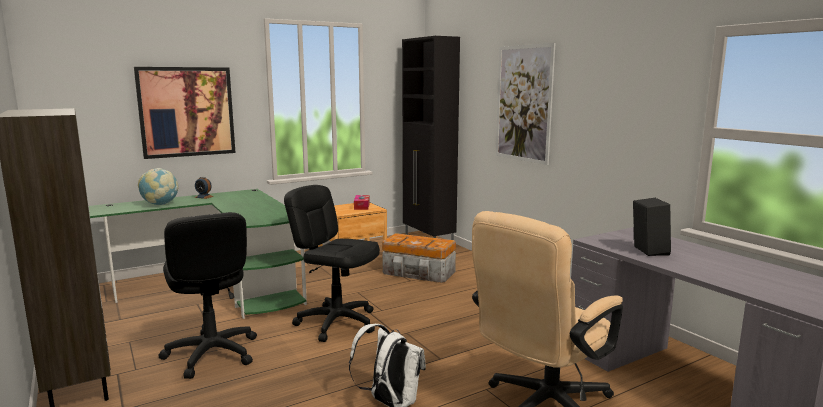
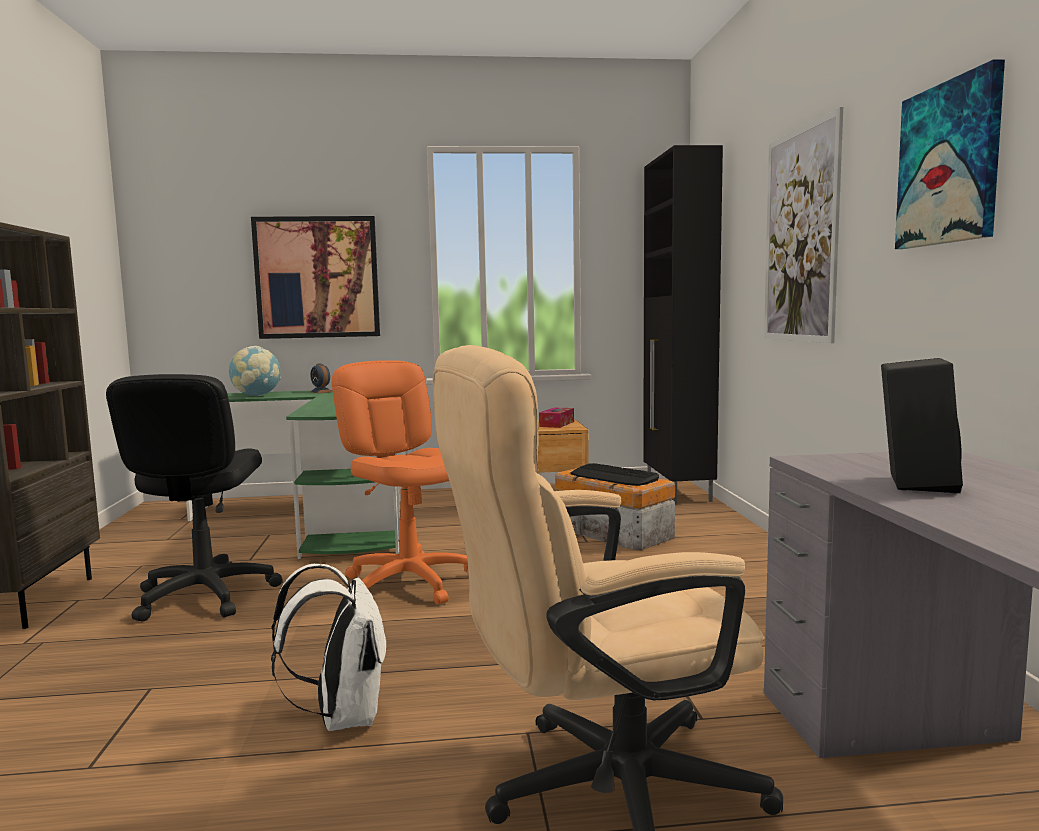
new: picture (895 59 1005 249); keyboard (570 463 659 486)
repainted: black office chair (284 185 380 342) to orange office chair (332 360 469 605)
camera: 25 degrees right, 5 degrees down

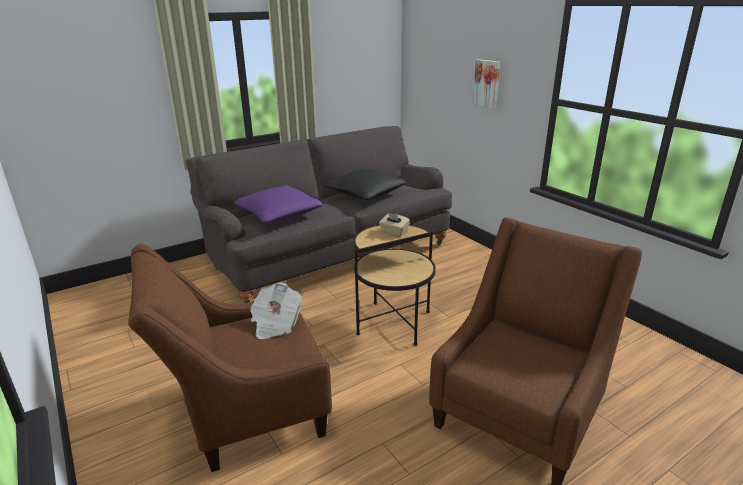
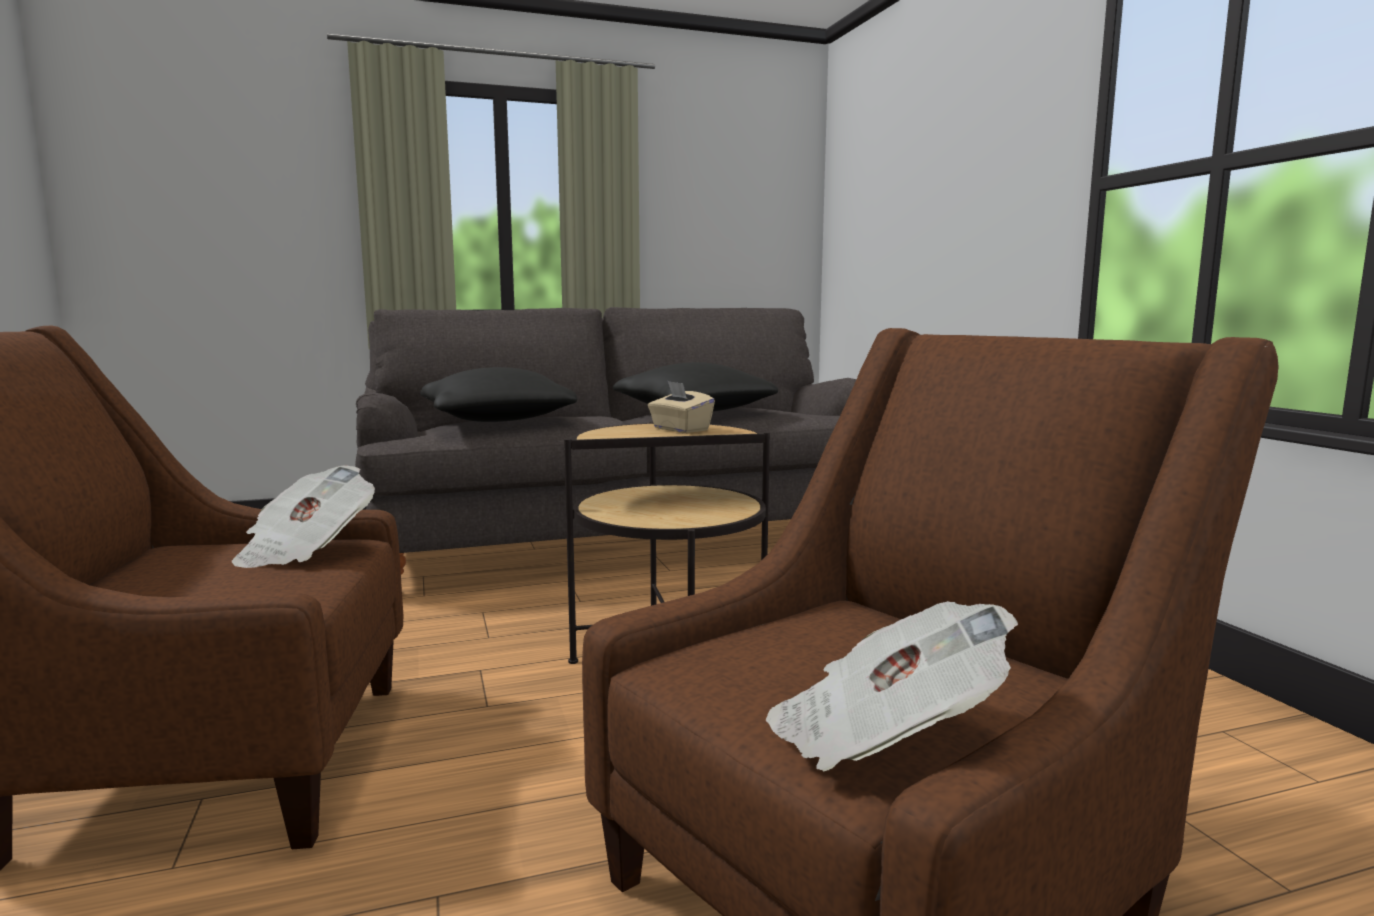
gone: picture (473 59 500 108)
new: newspaper (766 601 1018 771)
repainted: purple pillow (234 186 323 223) to black pillow (420 367 577 422)
camera: 15 degrees right, 15 degrees down

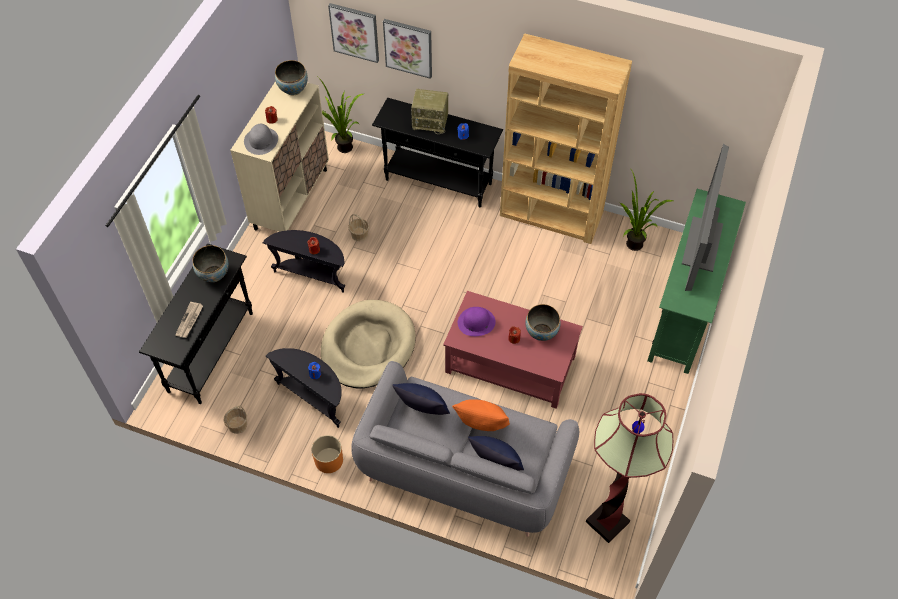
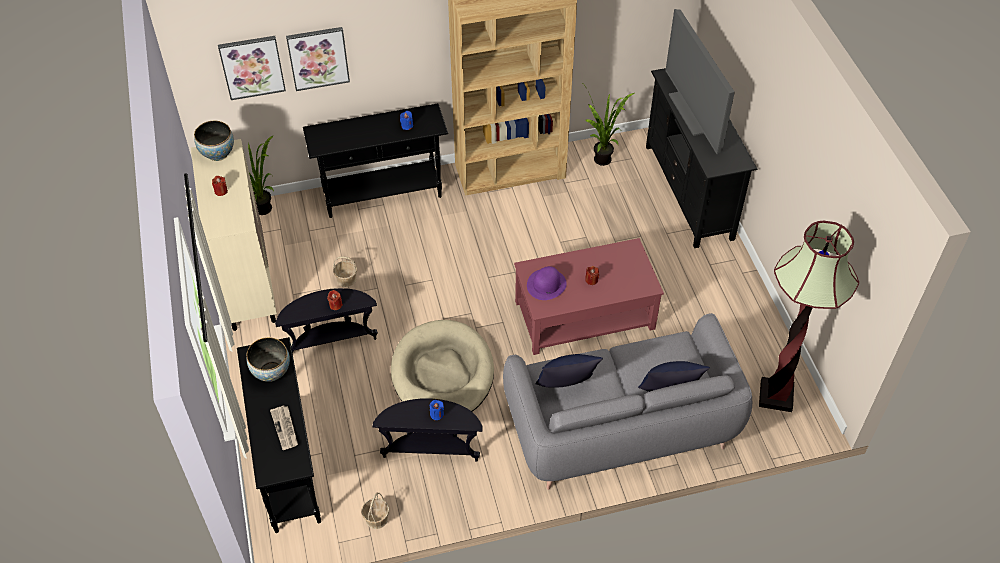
gone: radio (411 89 448 134); grey hat (244 124 278 155); bowl (525 304 561 341); orange pillow (452 399 510 431); orange planter (312 435 343 473)
repainted: green tv stand (647 189 746 374) to black tv stand (646 68 758 248)
camera: 35 degrees left, 5 degrees down

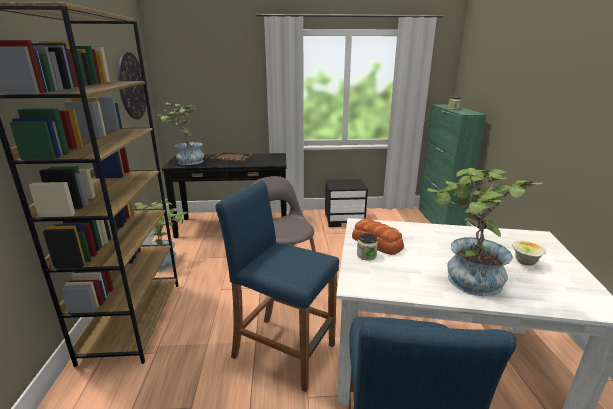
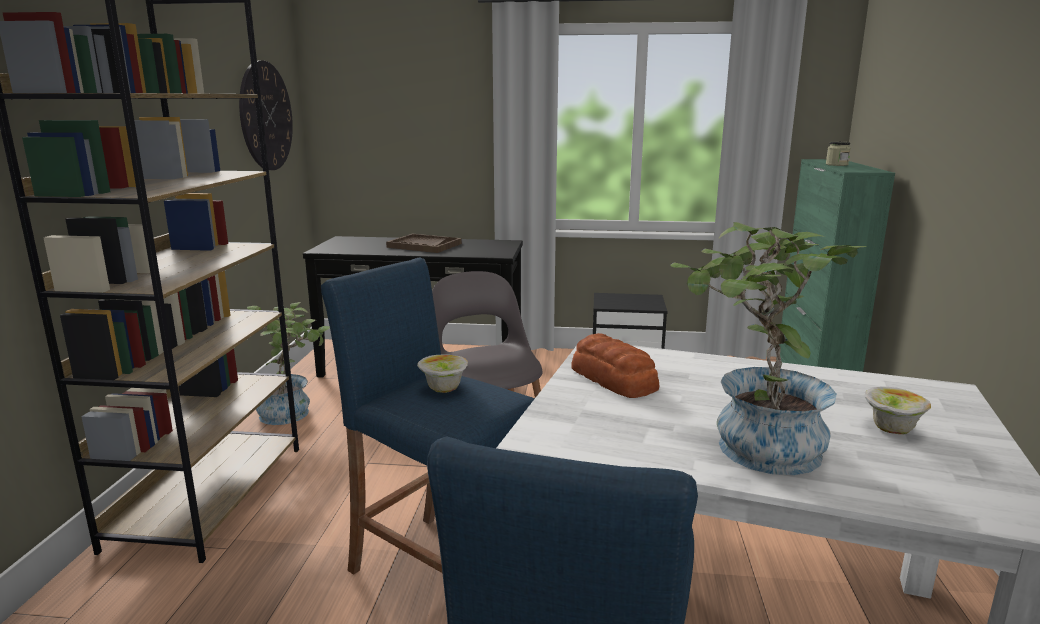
gone: potted plant (158 103 204 165); jar (357 233 378 261)
new: bowl (417 355 468 393)
camera: 10 degrees right, 5 degrees down

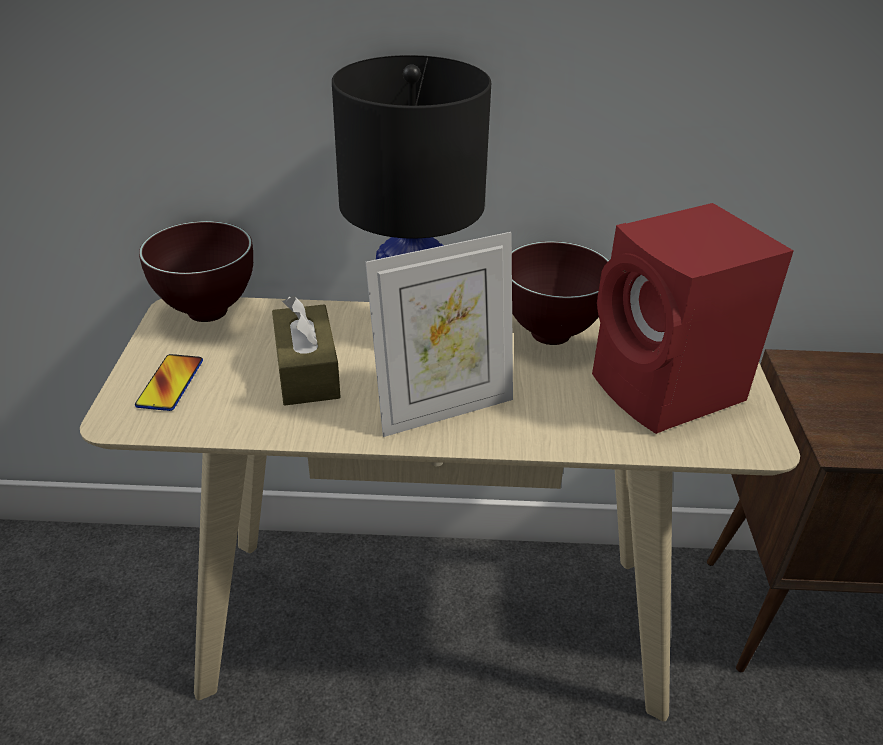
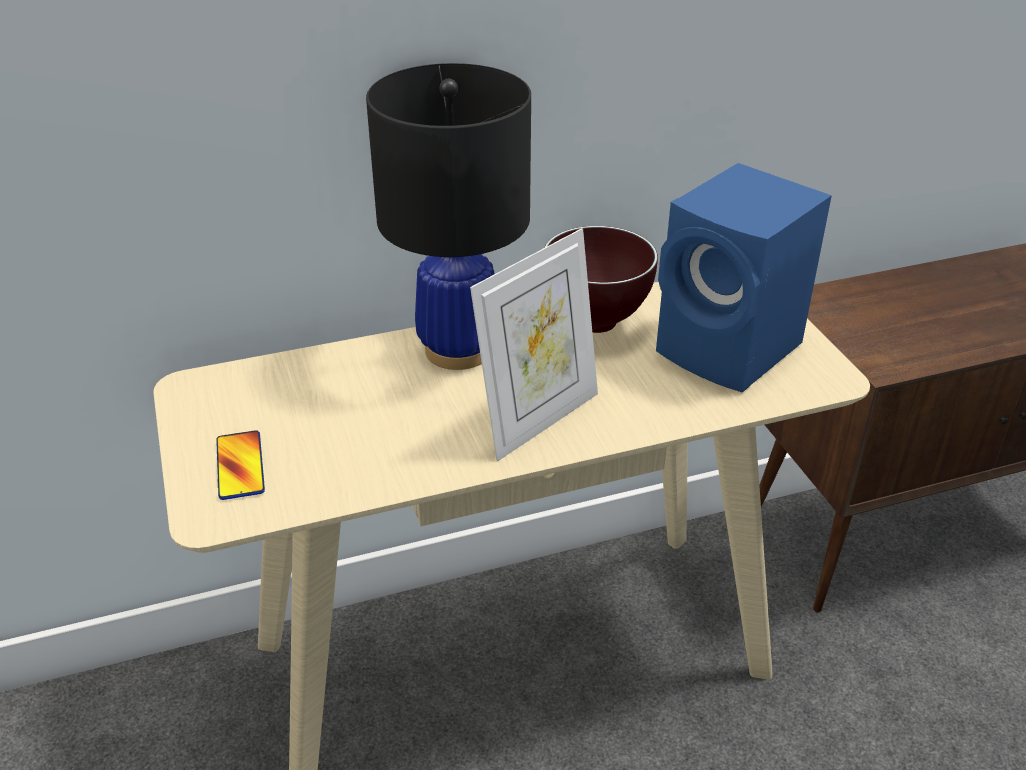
gone: brown bowl (139 221 253 322); brown tissue box (272 296 341 405)
repainted: red speaker (592 203 794 434) to blue speaker (656 163 832 393)
camera: 20 degrees left, 0 degrees up

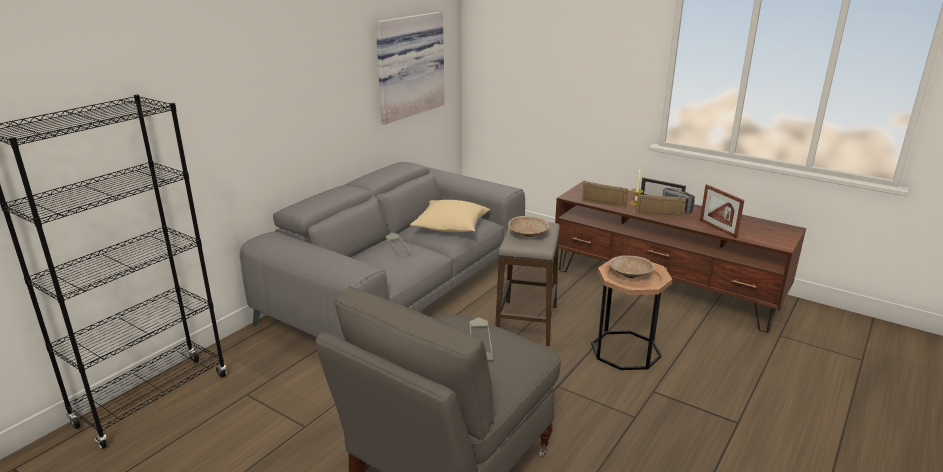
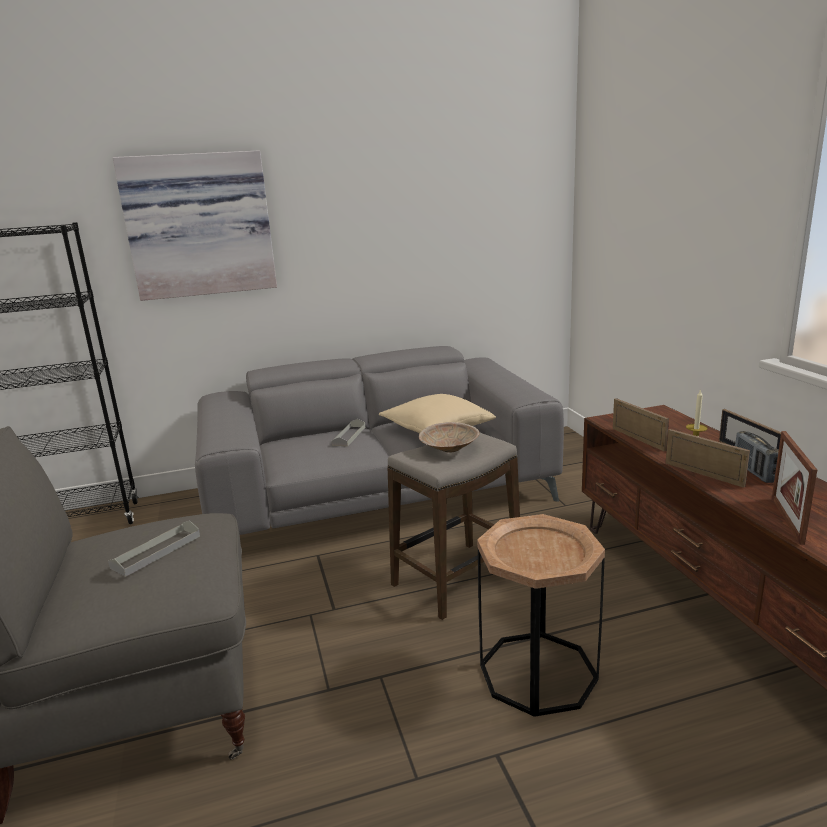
gone: beige bowl (609 255 655 278)
shifted: picture (376 12 445 124) to (113 150 277 301)
camera: 40 degrees right, 5 degrees down

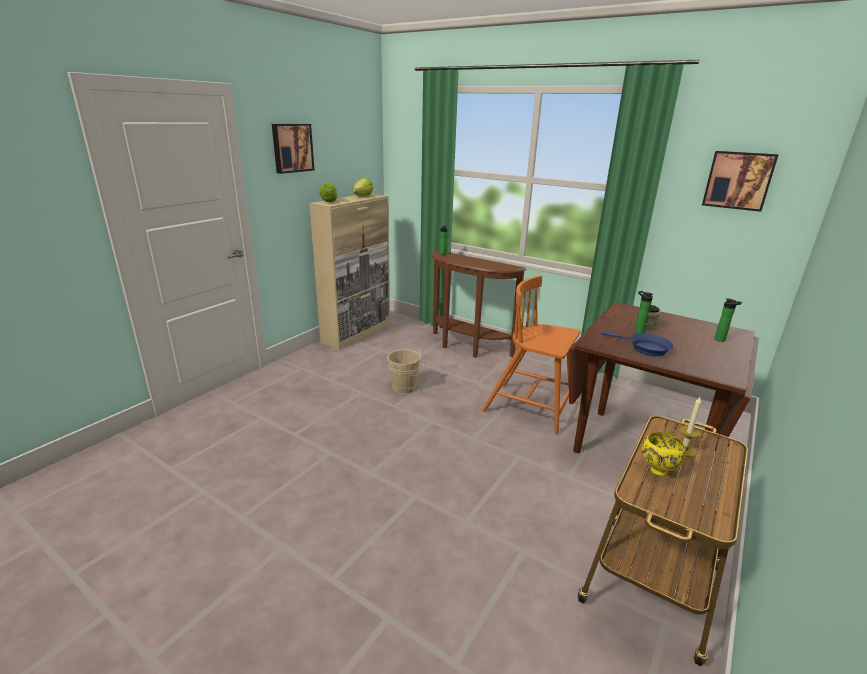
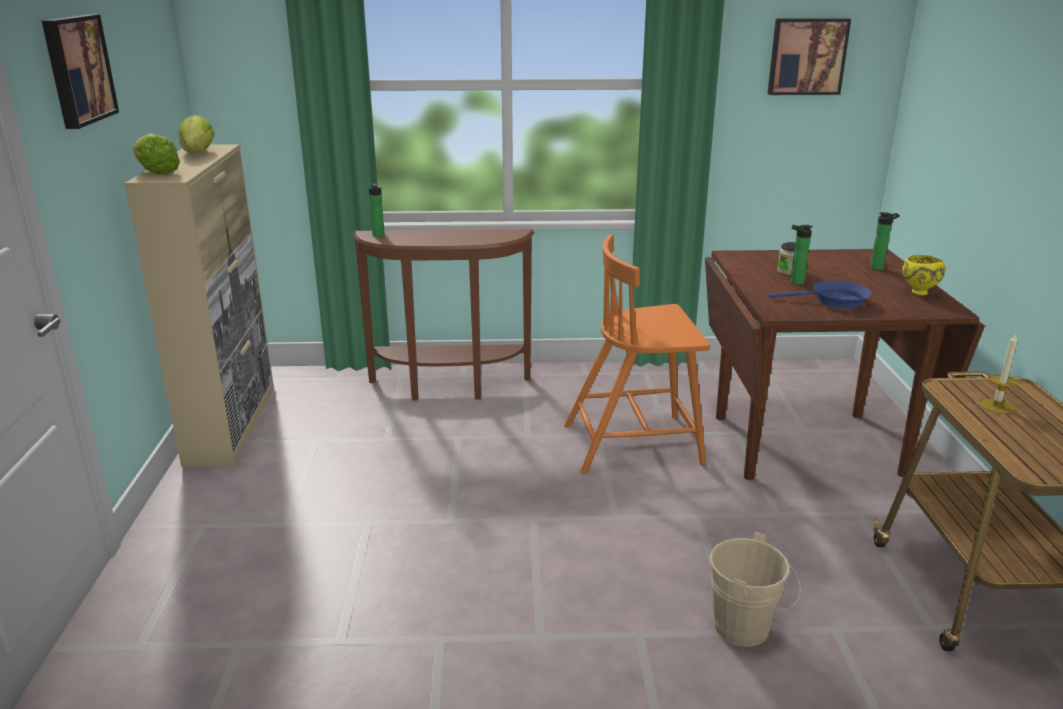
shifted: beige bucket (387 349 424 394) to (710 532 801 647); yellow bowl (642 432 686 476) to (902 255 945 296)
camera: 35 degrees left, 0 degrees up

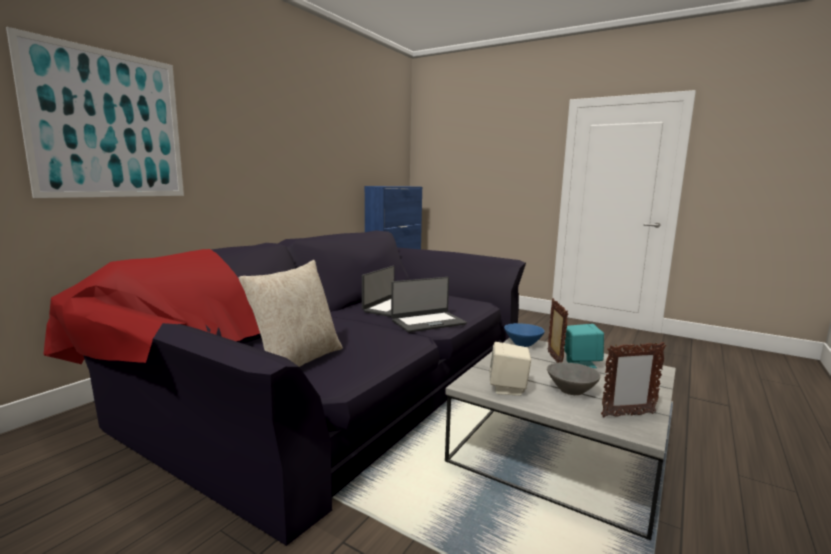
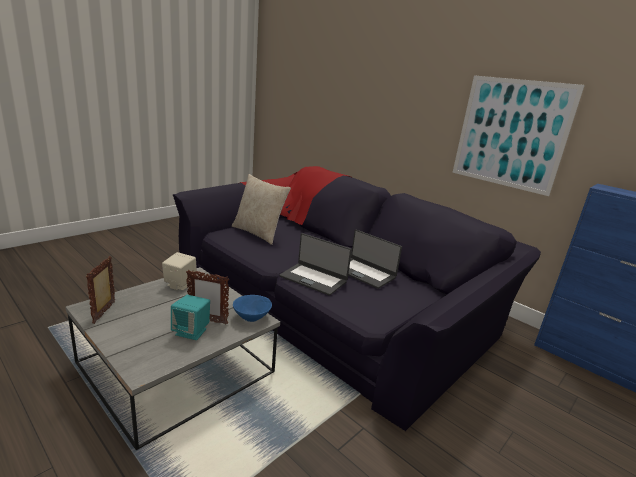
gone: grey bowl (547 363 601 395)
shifted: picture (6 27 184 198) to (452 75 585 196)
rotated: laptop (391 277 467 332) = (279 233 352 296) 45 degrees counterclockwise
camera: 100 degrees right, 10 degrees up

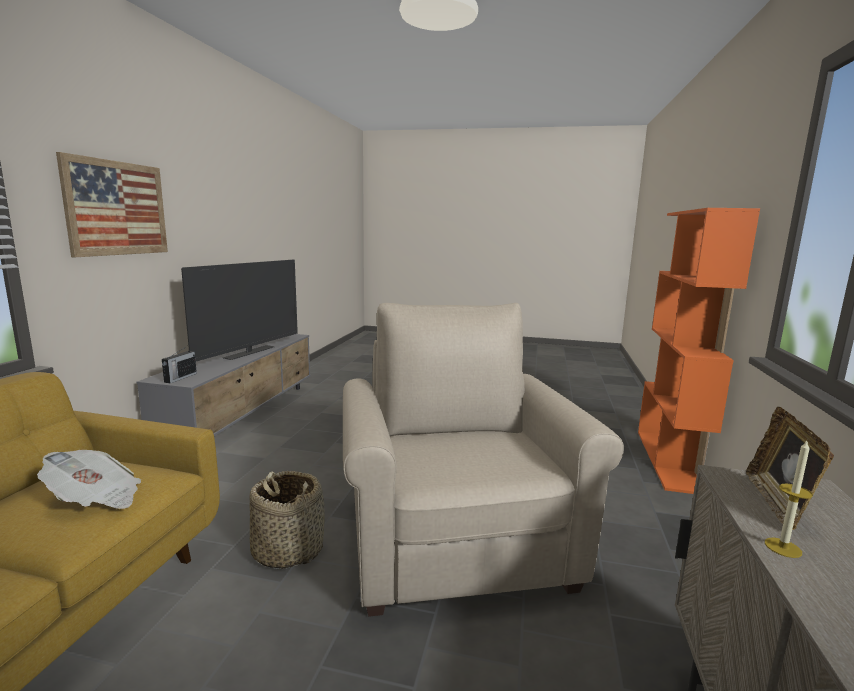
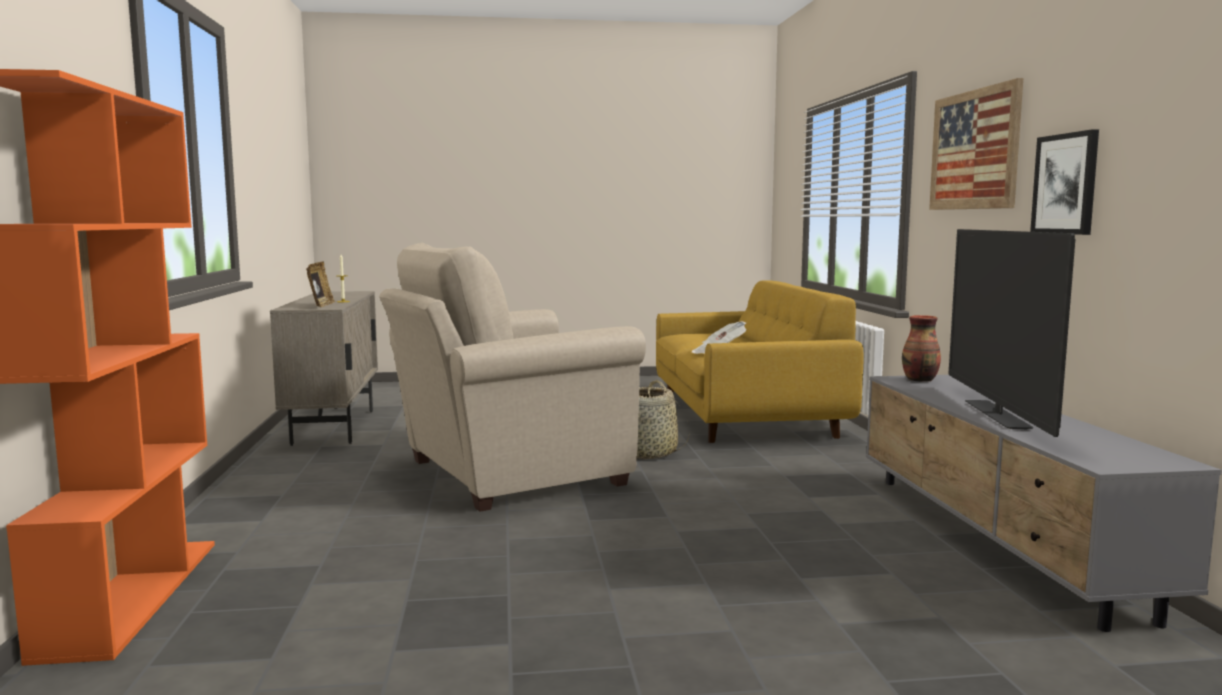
new: picture (1030 129 1099 235)
swapped: radio (162 346 197 383) to vase (902 315 941 382)
rotated: beige armchair (343 303 624 617) = (379 243 646 512) 90 degrees clockwise
camera: 160 degrees right, 5 degrees down

